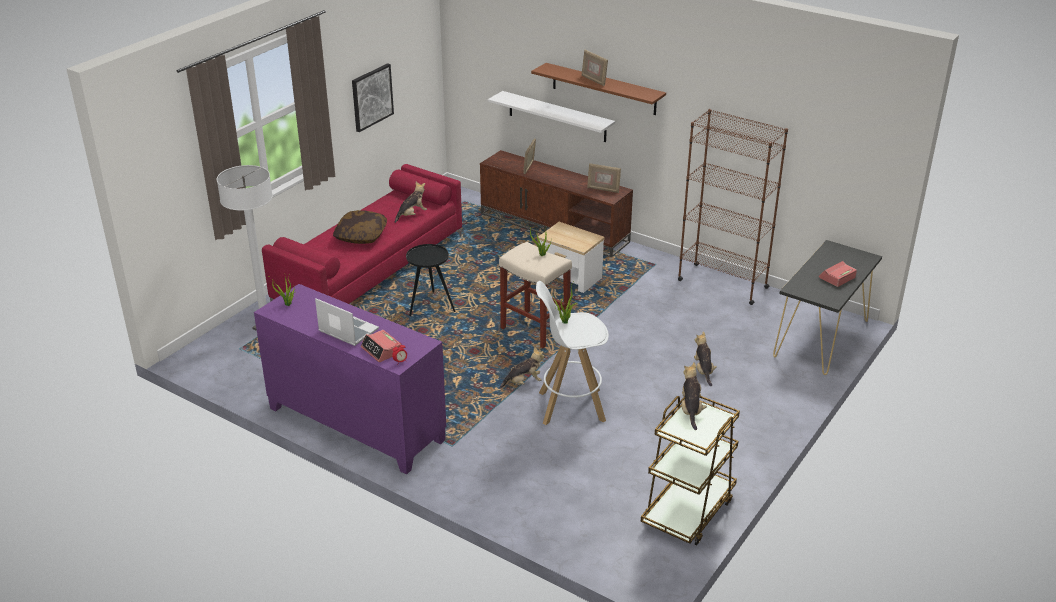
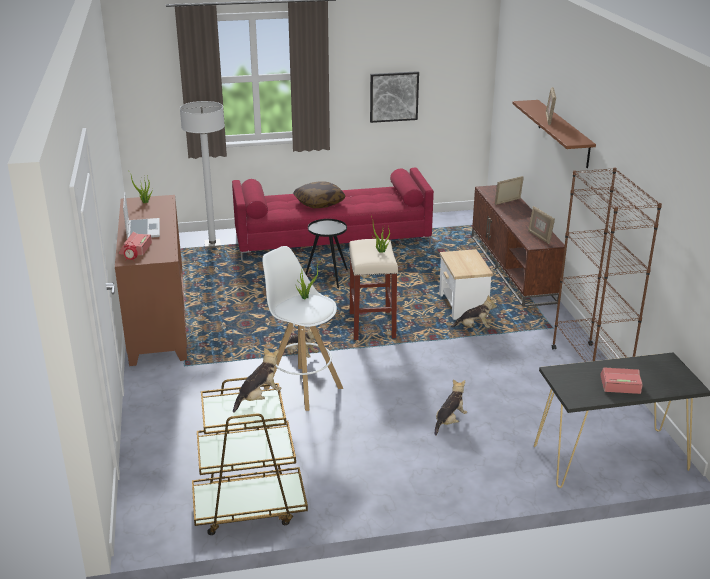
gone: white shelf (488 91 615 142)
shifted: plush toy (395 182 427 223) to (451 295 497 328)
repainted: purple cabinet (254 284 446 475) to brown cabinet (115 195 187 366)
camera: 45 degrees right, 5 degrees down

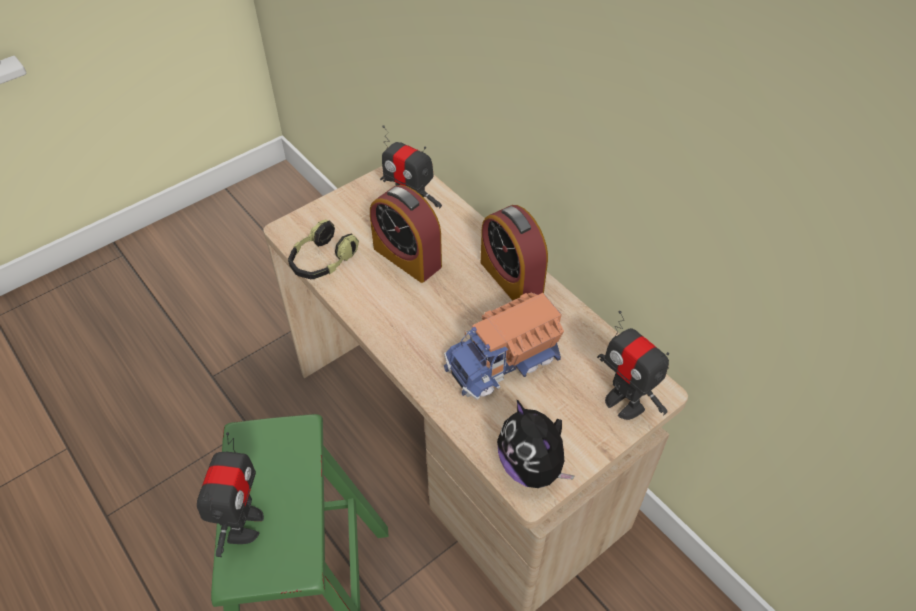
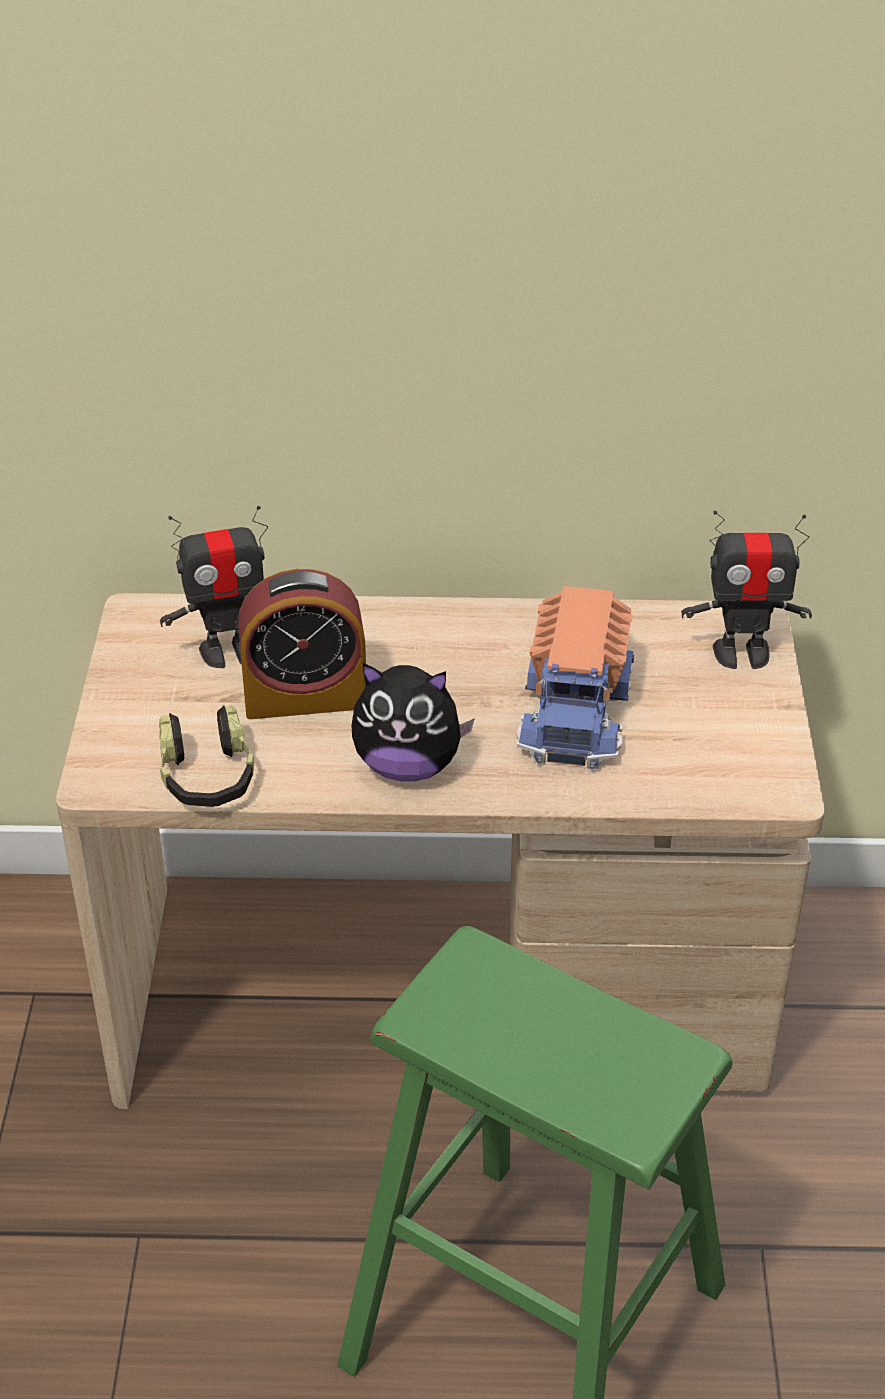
gone: alarm clock (481 205 548 300); toy robot (197 432 264 557)
shifted: plush toy (497 399 575 488) to (351 663 475 781)
camera: 50 degrees left, 10 degrees down

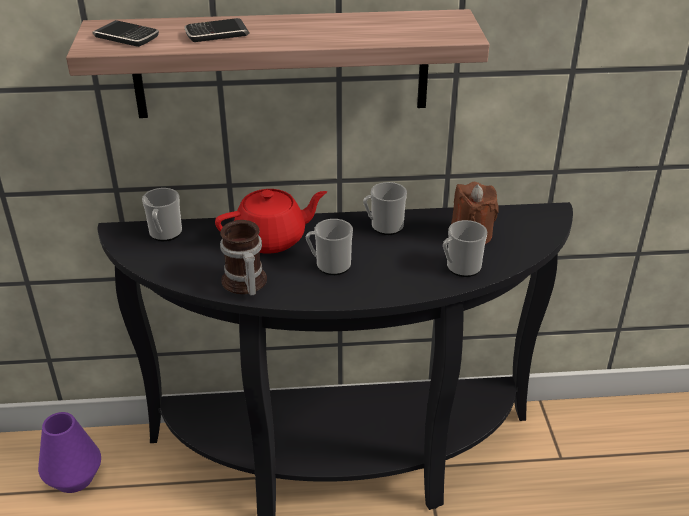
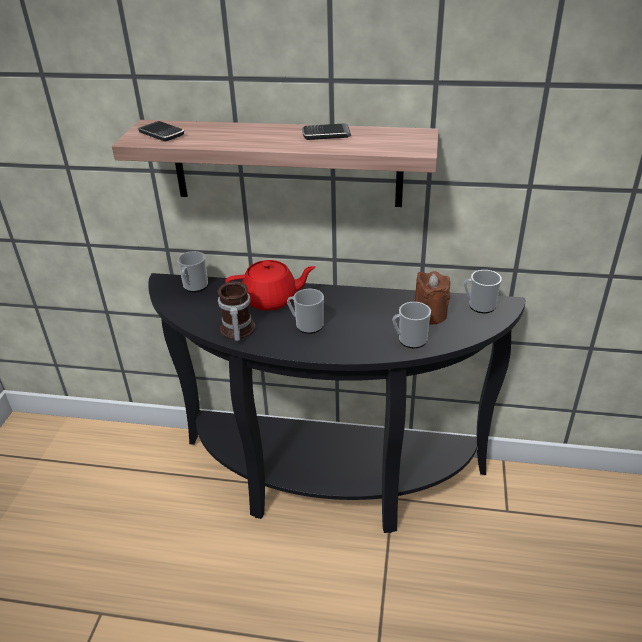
gone: purple vase (38 412 101 493)
shifted: phone (185 18 249 42) to (302 124 351 140); mug (363 182 407 235) to (464 270 502 313)
camera: 15 degrees right, 0 degrees up

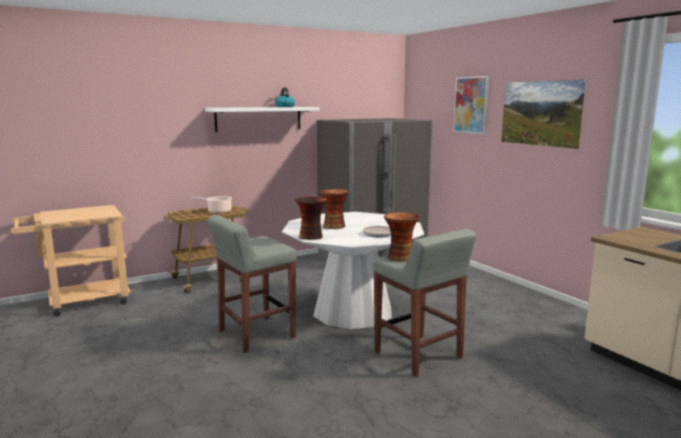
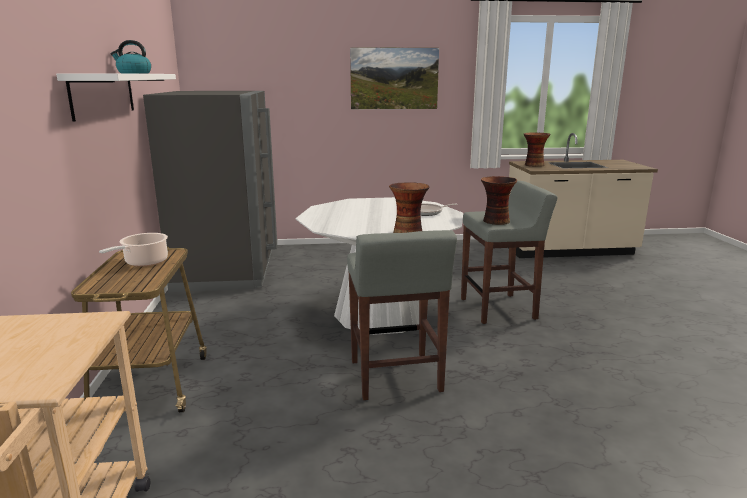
gone: picture (453 76 489 134)
shifted: vase (319 189 349 229) to (524 132 551 167)
camera: 65 degrees left, 5 degrees up

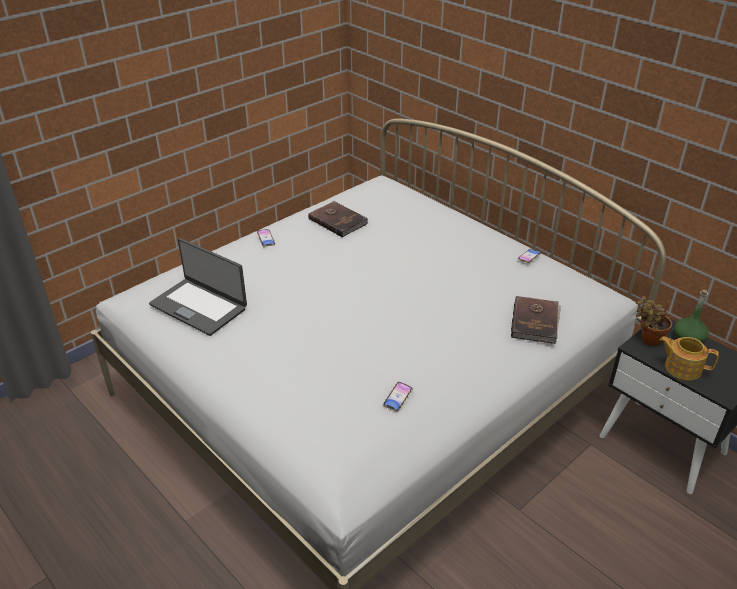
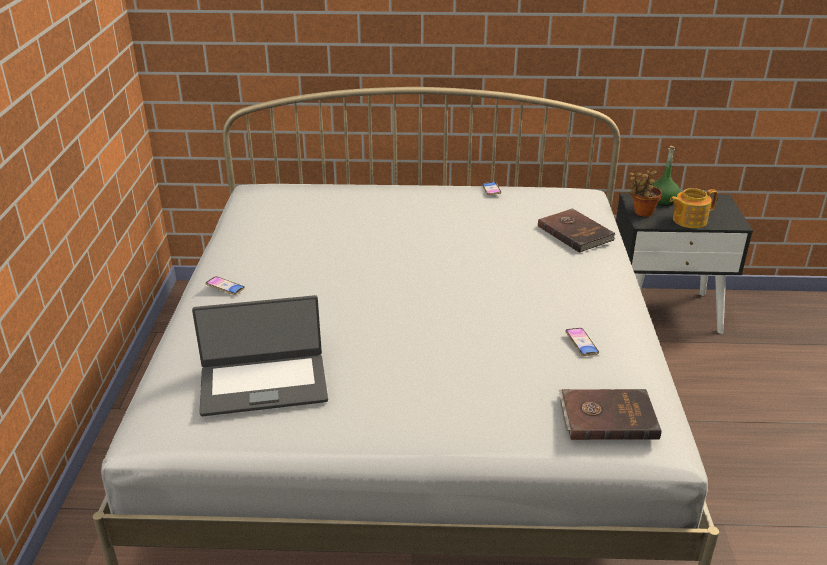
shifted: brown book (308 201 369 237) to (559 389 662 440)
camera: 45 degrees left, 5 degrees down

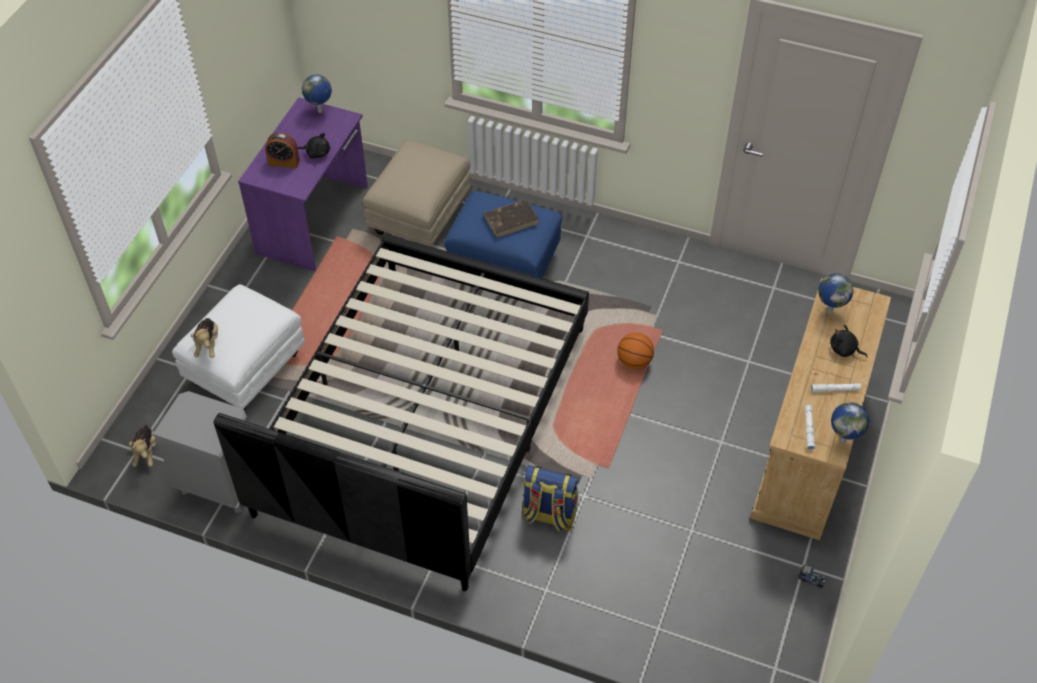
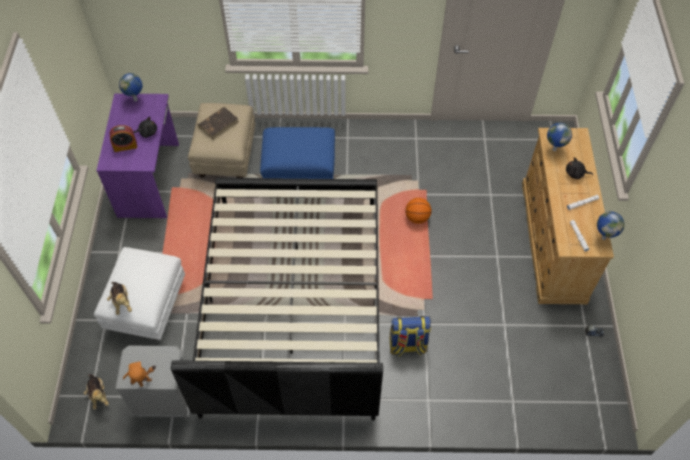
new: toy robot (123 361 156 387)
shifted: brown book (484 199 539 238) to (198 107 238 140)
camera: 20 degrees left, 5 degrees up

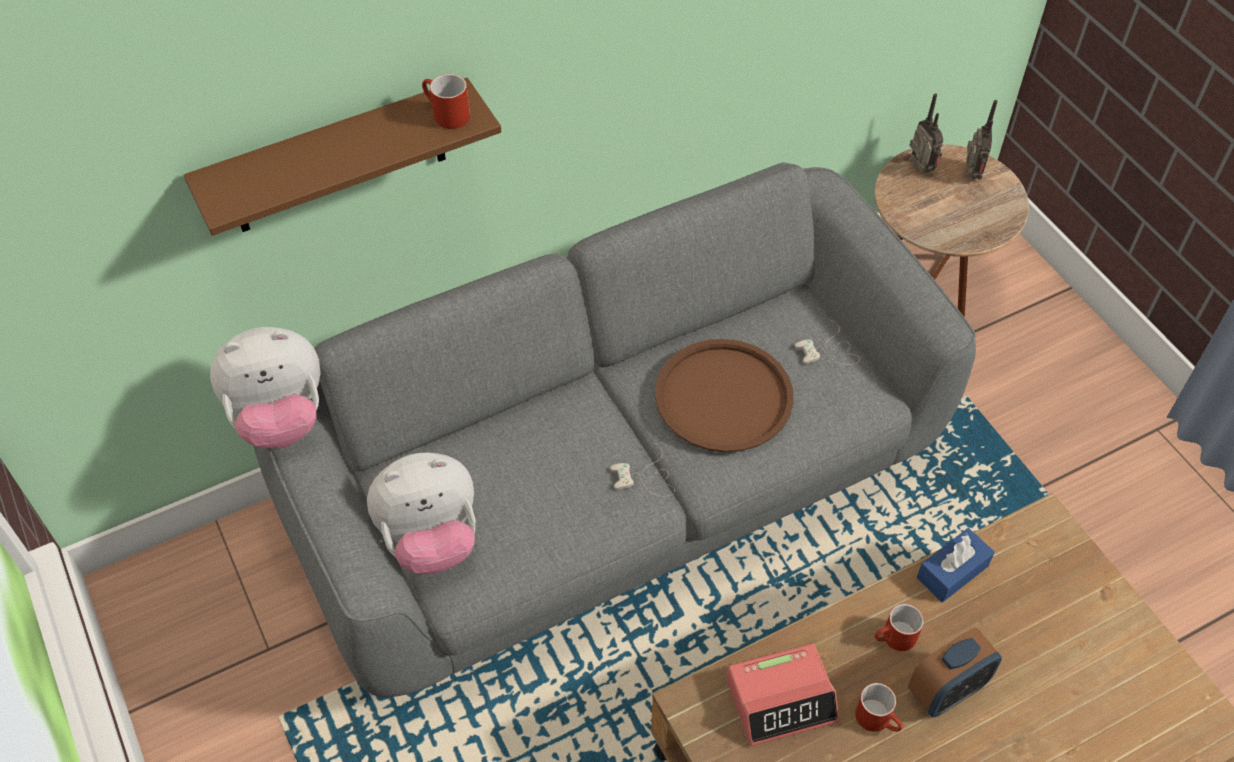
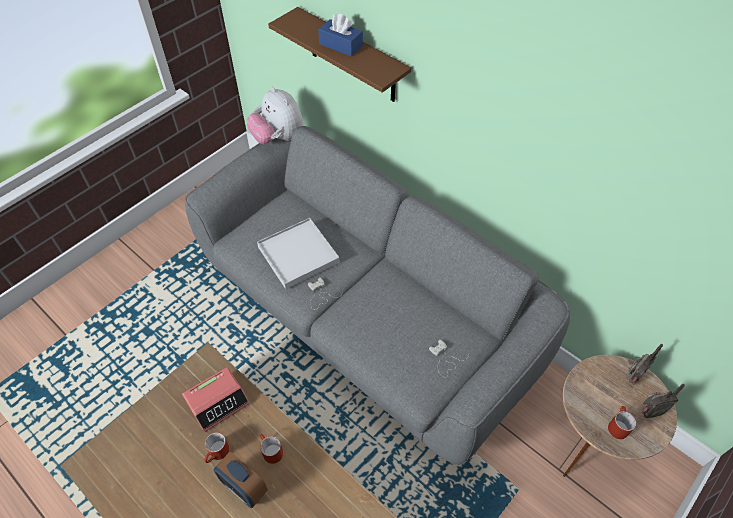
gone: brown tray (655 339 794 452); plush toy (367 452 476 574)
new: white tray (257 218 340 289)
shifted: red mug (422 74 470 129) to (608 406 636 439); blue tissue box (917 528 995 602) to (318 14 363 57)
rotated: alarm clock (727 643 839 746) = (182 367 250 432) 90 degrees counterclockwise
camera: 70 degrees right, 0 degrees up

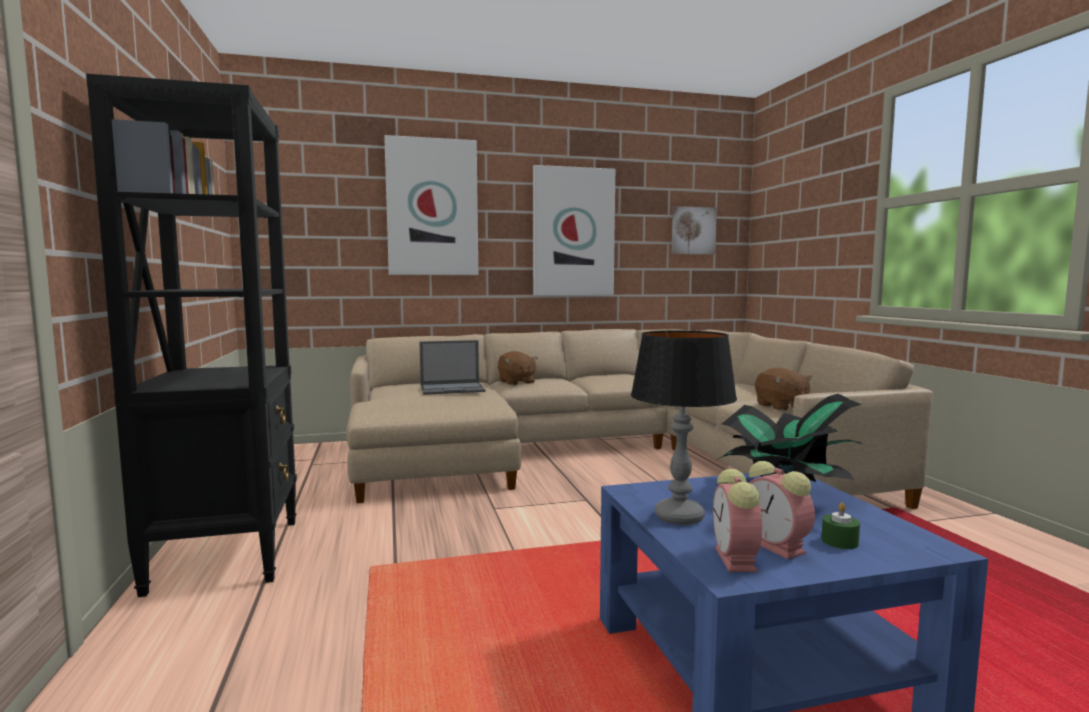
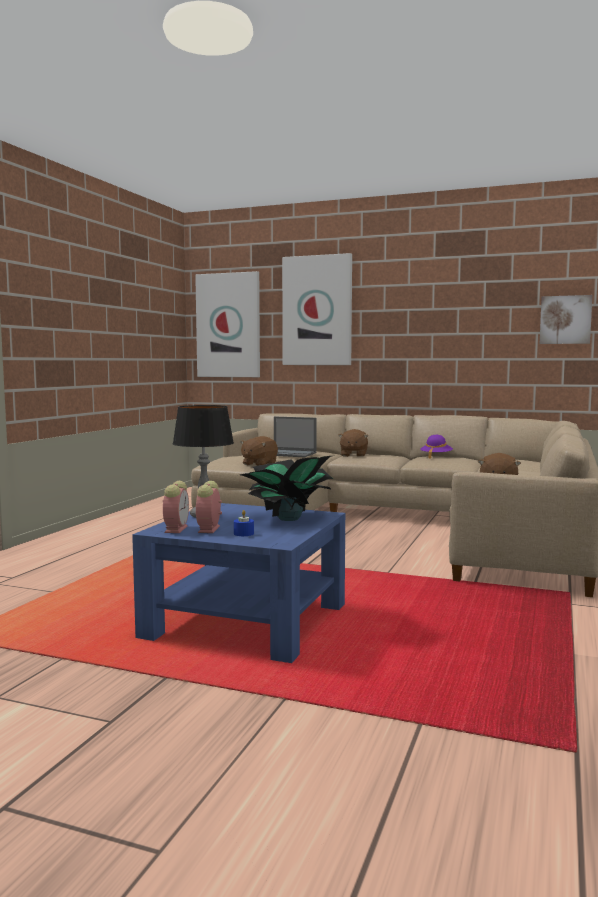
gone: black bookcase (86 73 297 597)
new: purple hat (420 435 453 459); brown plush toy (240 436 278 466)
shifted: picture (533 165 615 296) to (195 271 260 377)
repainted: green candle (821 503 860 549) to blue candle (234 510 254 536)
rotated: alarm clock (713 469 763 572) = (163 481 189 533) 150 degrees clockwise
camera: 35 degrees right, 0 degrees up

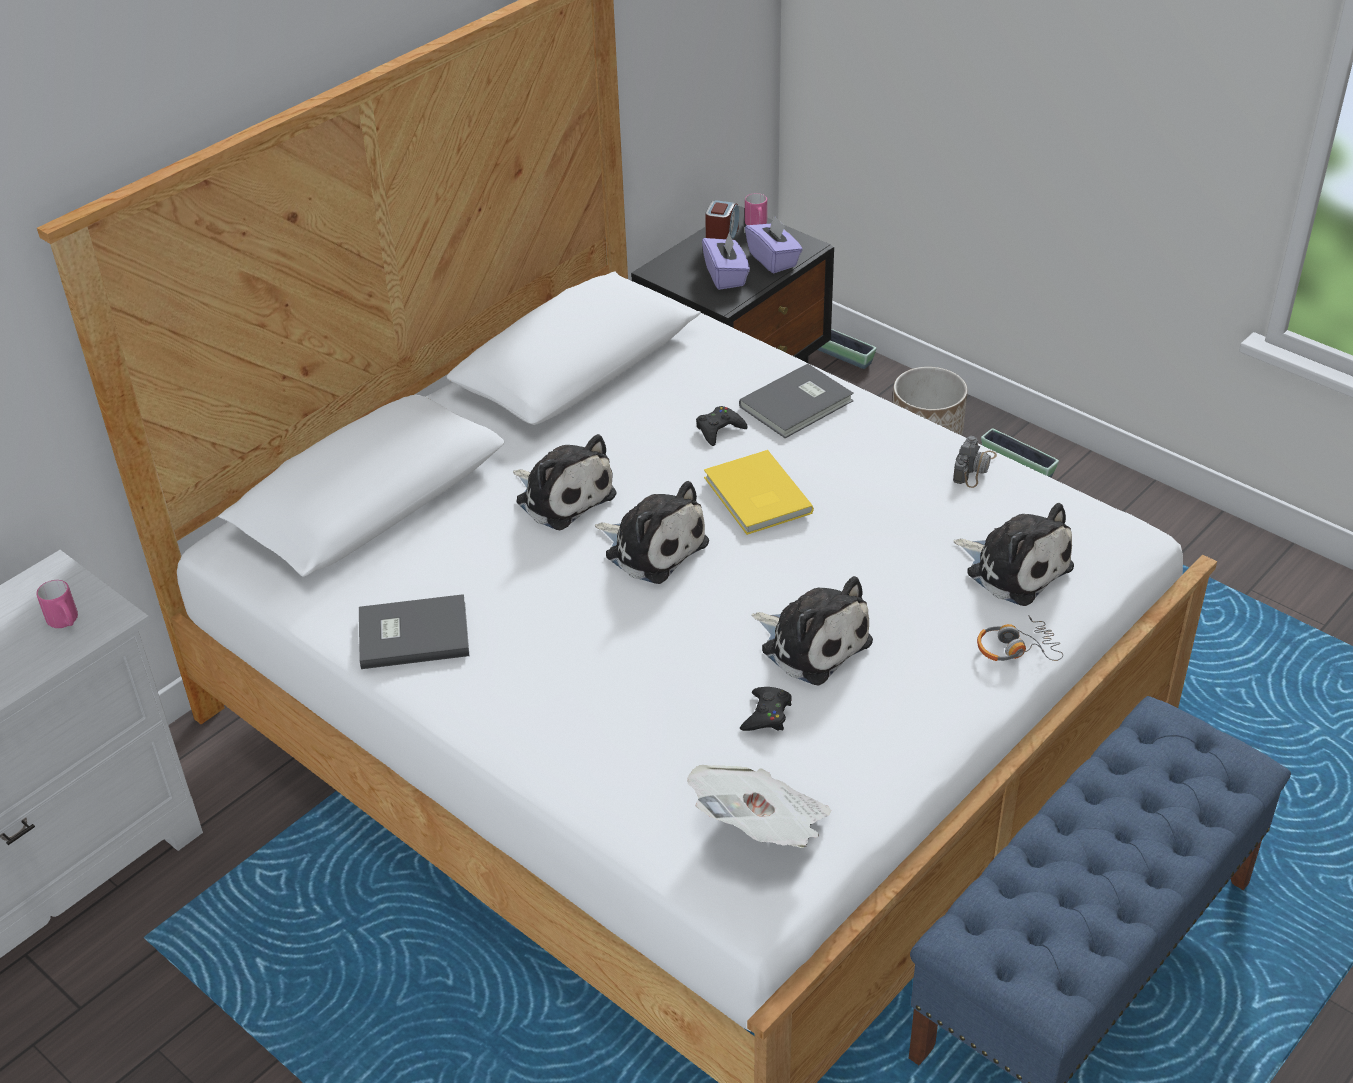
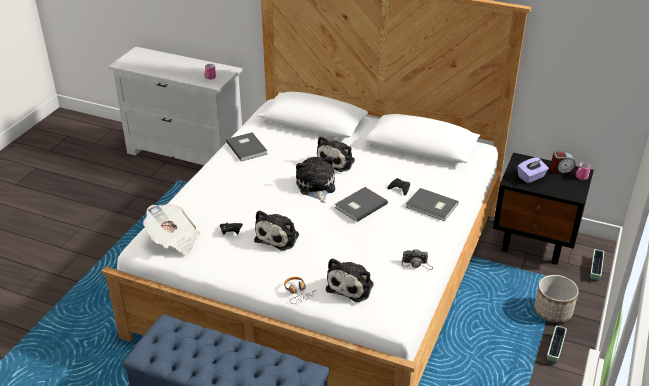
gone: purple tissue box (745 215 803 273)
repainted: yellow book (704 450 814 535) to grey book (335 187 388 222)
rotated: plush toy (595 481 709 584) = (296 156 335 203) 150 degrees clockwise
camera: 70 degrees right, 5 degrees down

